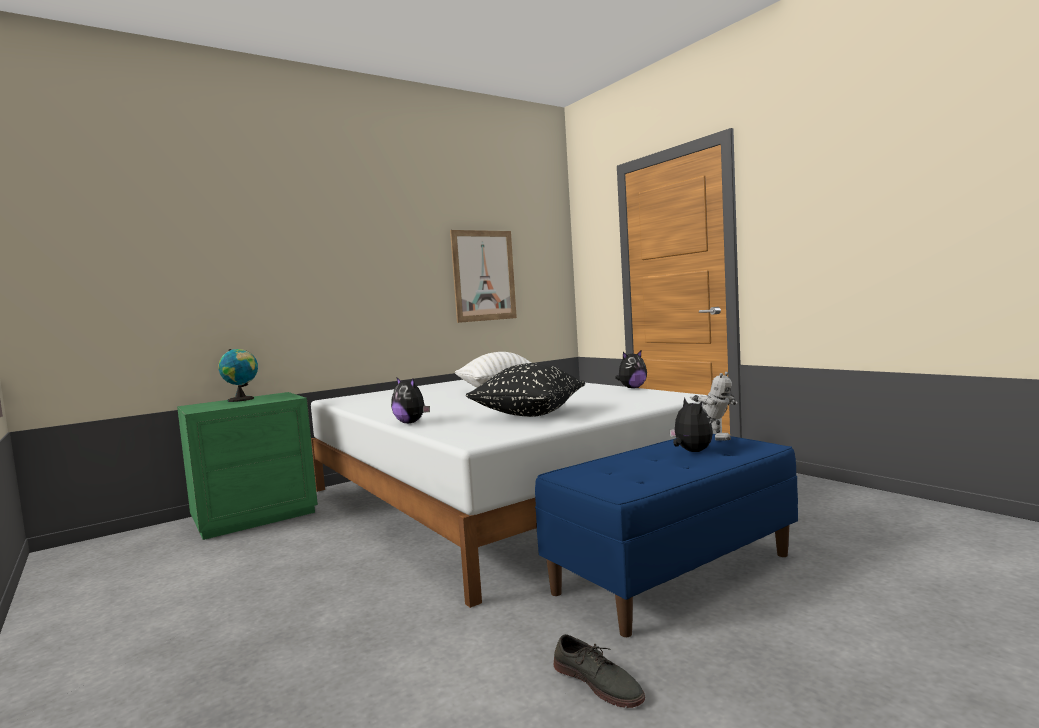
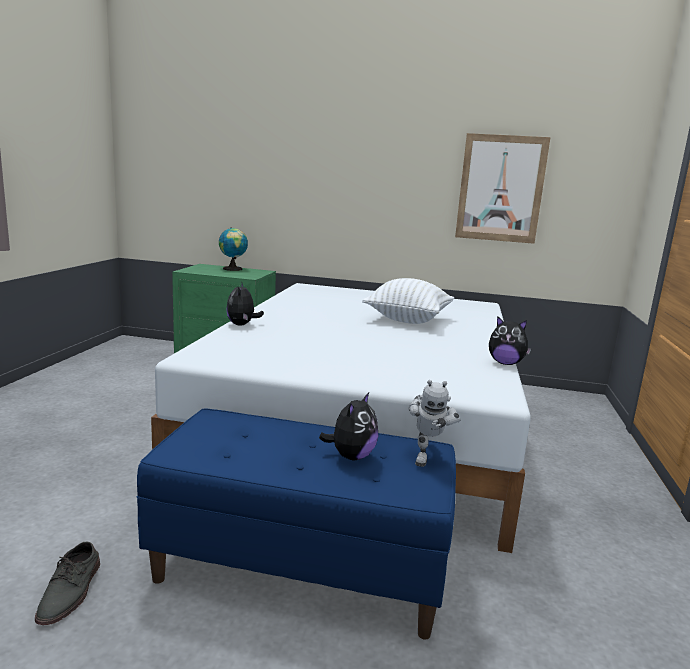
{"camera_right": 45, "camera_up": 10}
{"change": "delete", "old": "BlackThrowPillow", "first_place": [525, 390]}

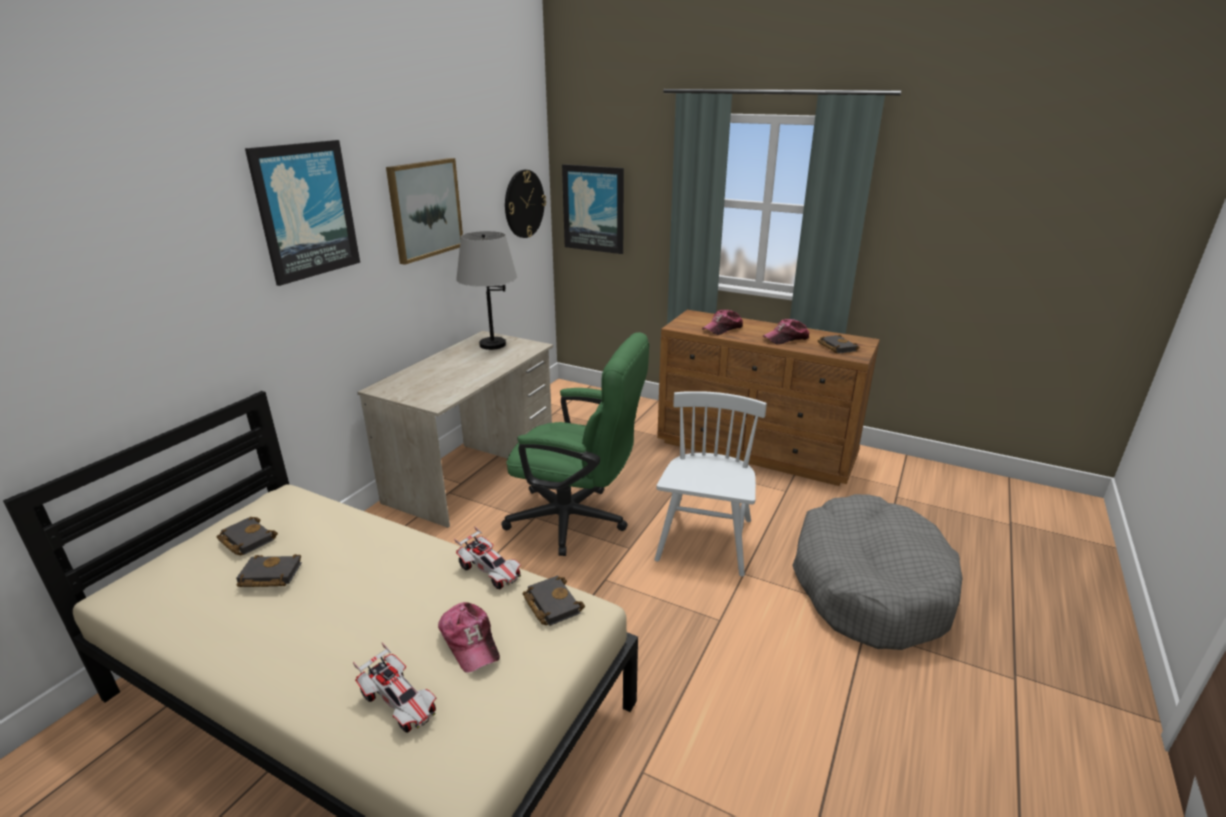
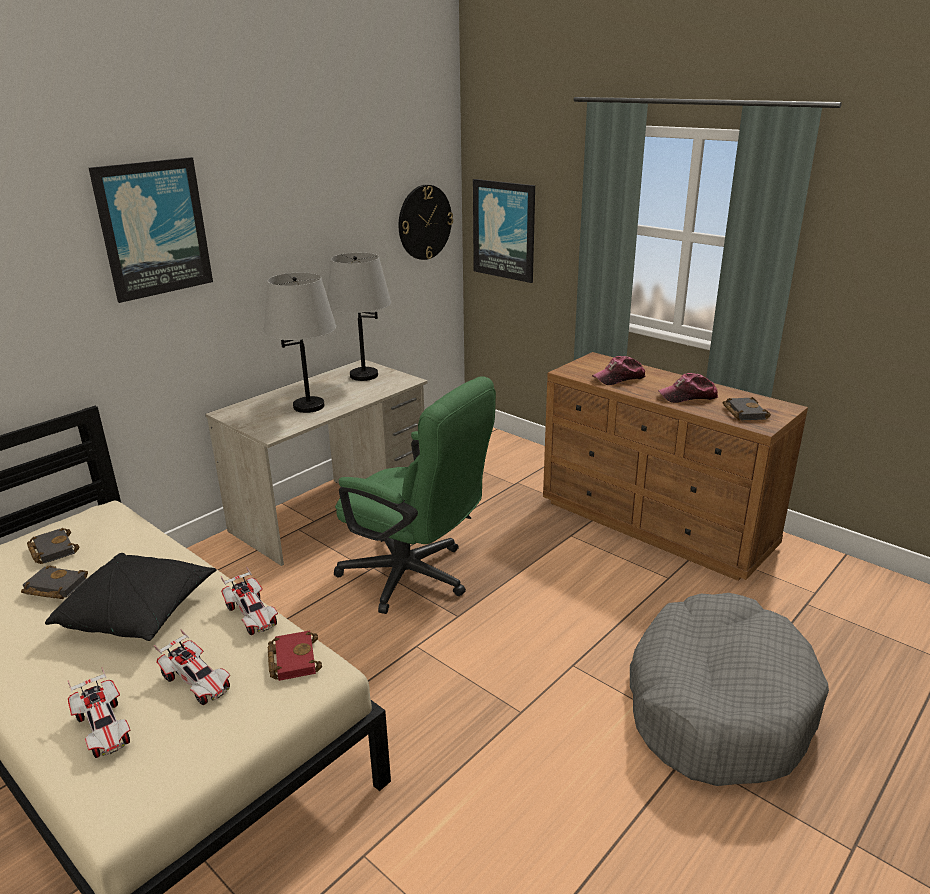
{"camera_right": 15, "camera_up": 0}
{"change": "delete", "old": "Picture", "first_place": [424, 211]}
{"change": "delete", "old": "WhiteUprightChair", "first_place": [711, 484]}
{"change": "recolor", "old": "BlackVolume", "new": "RedColouredVolume", "first_place": [554, 601], "second_place": [295, 656]}
{"change": "replace", "old": "Cap", "new": "MiniatureCar", "first_place": [469, 637], "second_place": [192, 667]}
{"change": "insert", "new": "GrayTabletopLamp", "second_place": [300, 342]}
{"change": "insert", "new": "BlackThrowPillow", "second_place": [131, 597]}

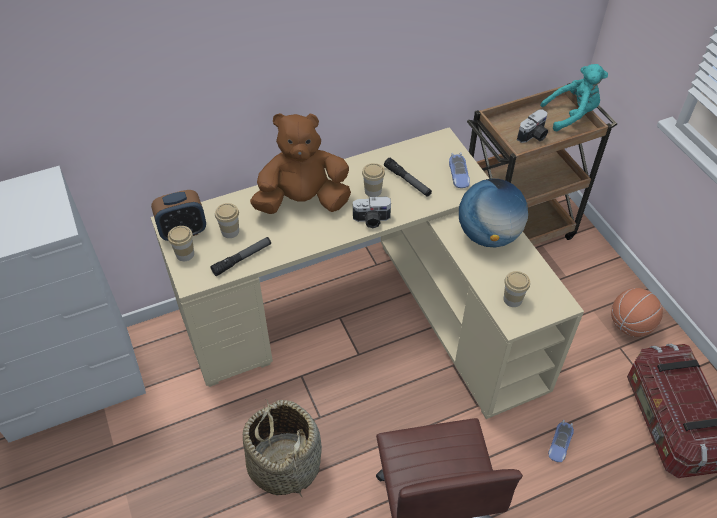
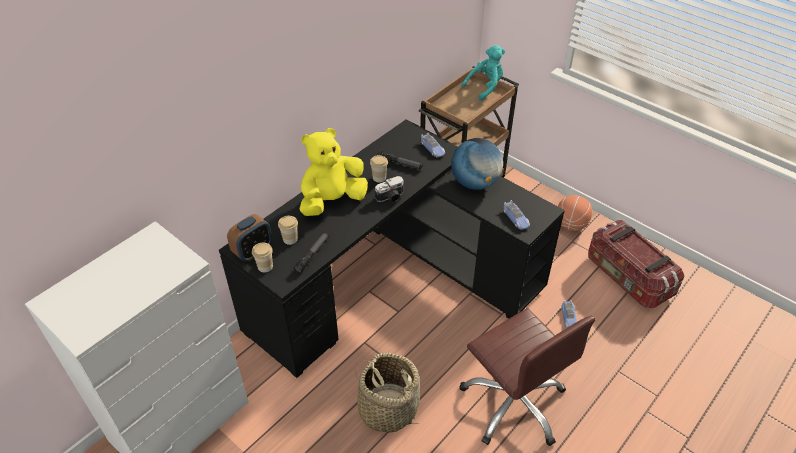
{"camera_right": -25, "camera_up": -5}
{"change": "delete", "old": "PhotoCamera", "first_place": [532, 126]}
{"change": "recolor", "old": "BrownColouredCuddlyToy", "new": "YellowishCuddlyToy", "first_place": [300, 163], "second_place": [334, 172]}
{"change": "recolor", "old": "SandColouredDeskTable", "new": "BlackDeskTable", "first_place": [367, 273], "second_place": [392, 248]}
{"change": "replace", "old": "DrinkingCup", "new": "MiniatureCar", "first_place": [517, 289], "second_place": [516, 215]}

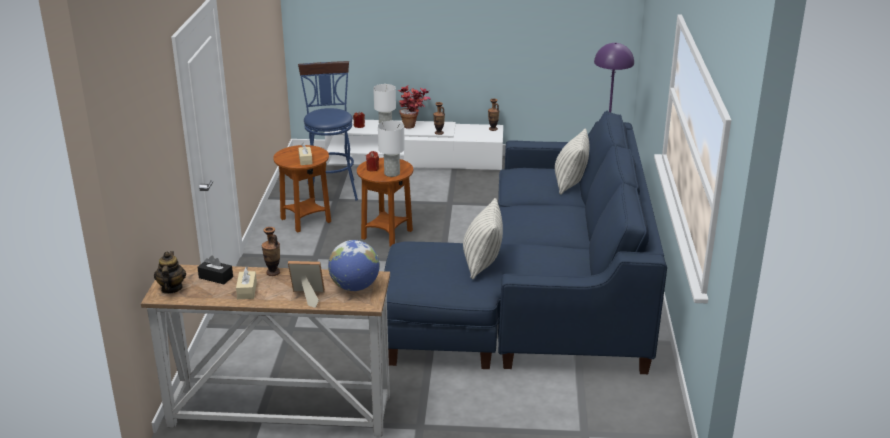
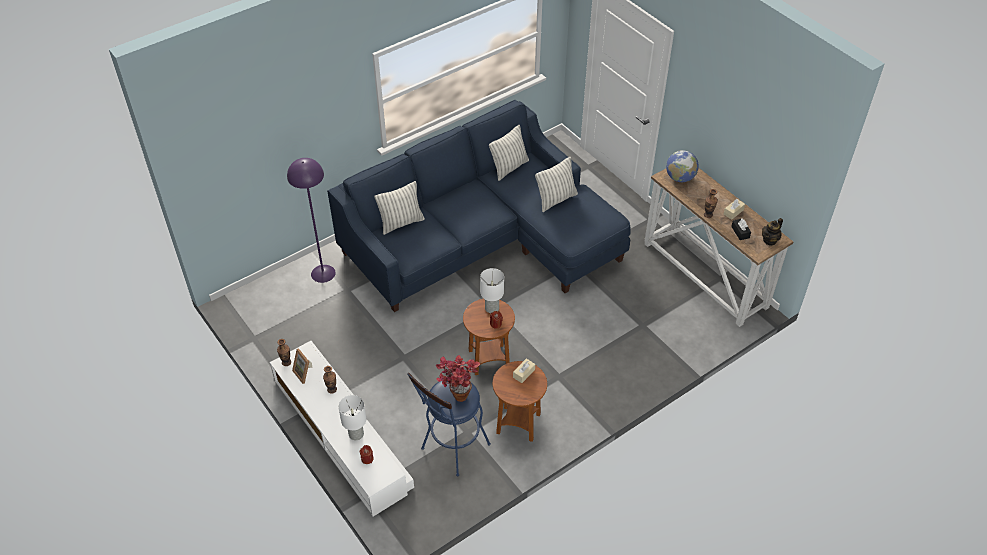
{"camera_right": -130, "camera_up": 20}
{"change": "move", "old": "PlantInAPot", "first_place": [414, 107], "second_place": [458, 378]}
{"change": "move", "old": "StandingFrame", "first_place": [306, 284], "second_place": [302, 366]}
{"change": "insert", "new": "ThrowPillow", "second_place": [509, 153]}

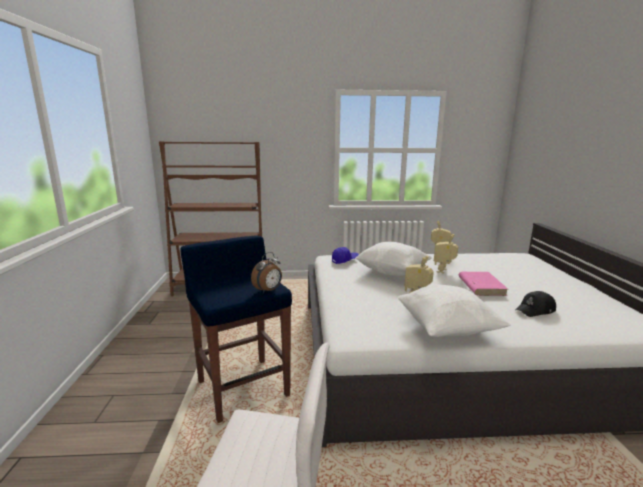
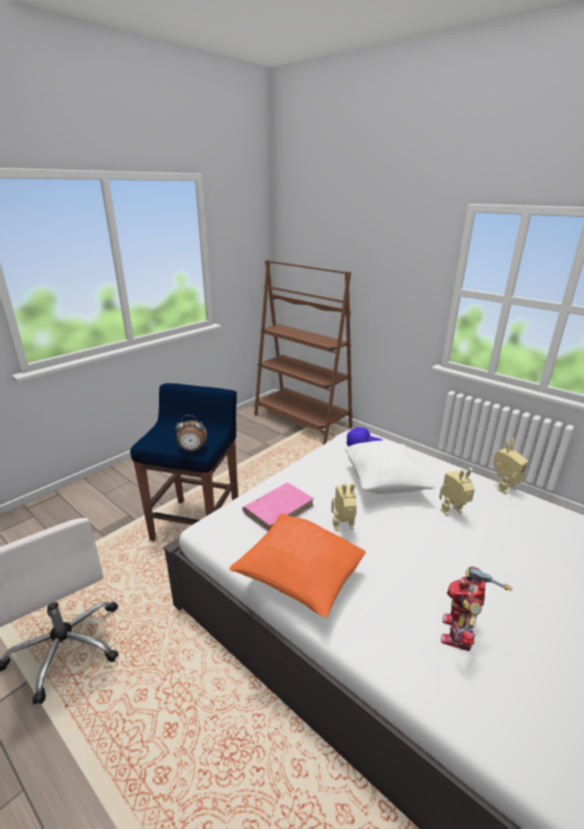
{"camera_right": 45, "camera_up": 10}
{"change": "move", "old": "PinkColouredVolume", "first_place": [483, 284], "second_place": [278, 506]}
{"change": "recolor", "old": "WhiteThrowPillow", "new": "OrangeThrowPillow", "first_place": [454, 310], "second_place": [297, 566]}
{"change": "replace", "old": "BlackCap", "new": "ToyRobot", "first_place": [536, 304], "second_place": [476, 608]}

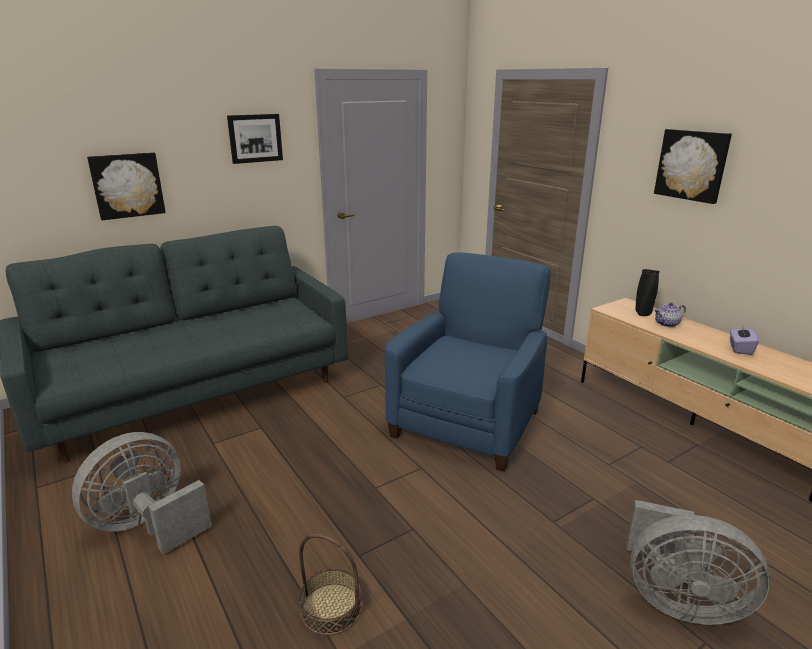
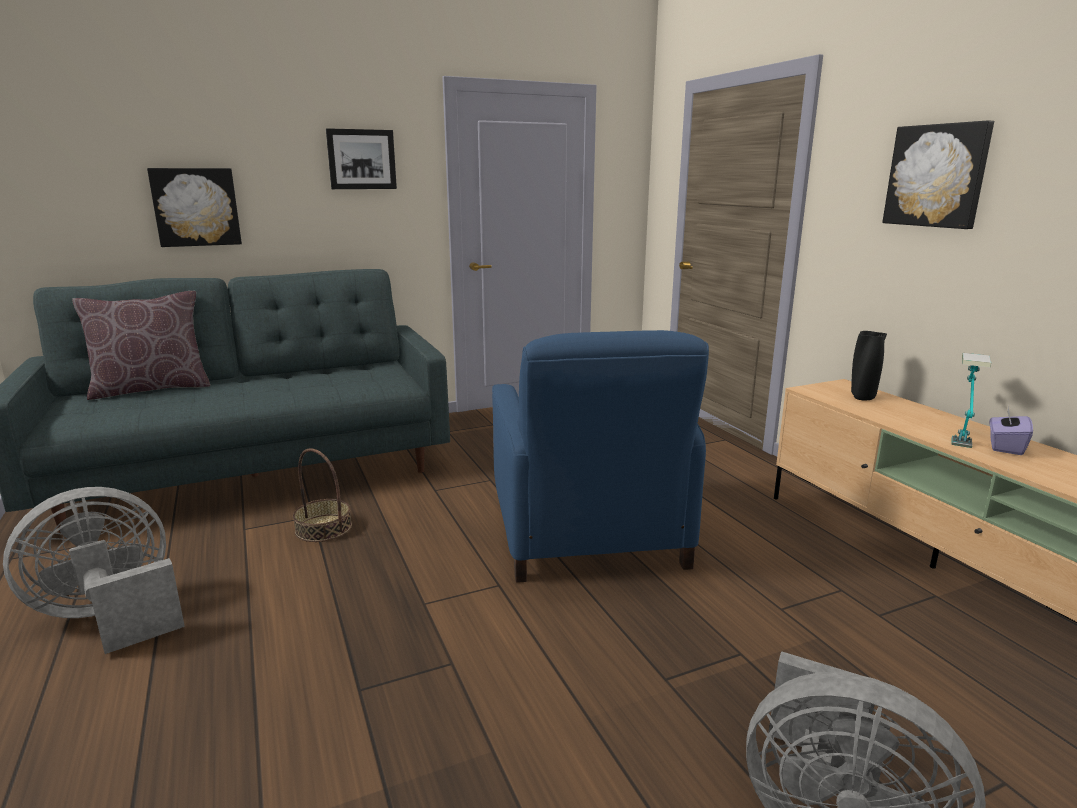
{"camera_right": 10, "camera_up": -5}
{"change": "rotate", "old": "BlueColouredEasyChair", "first_place": [468, 362], "second_place": [600, 456], "degrees": 135}
{"change": "delete", "old": "TeaPot", "first_place": [670, 314]}
{"change": "move", "old": "StorageBasket", "first_place": [330, 584], "second_place": [322, 495]}
{"change": "insert", "new": "BrownColouredThrowPillow", "second_place": [141, 345]}
{"change": "insert", "new": "TabletopLamp", "second_place": [971, 400]}

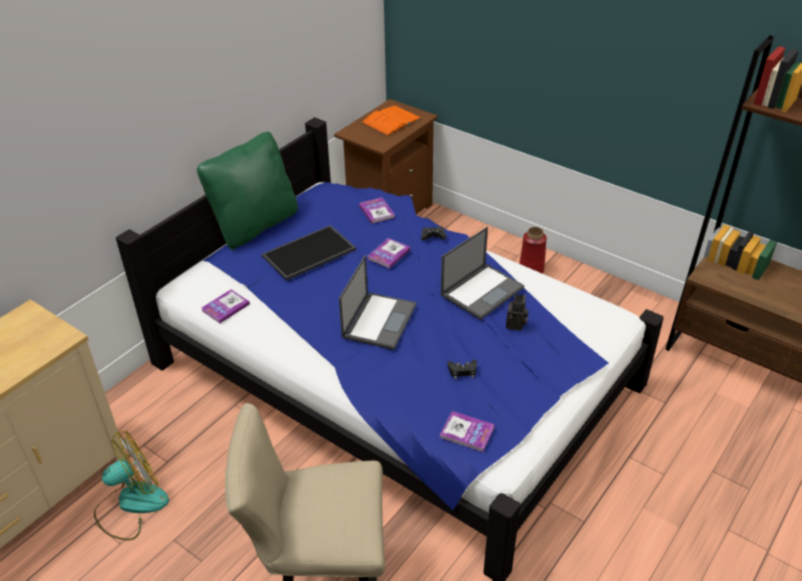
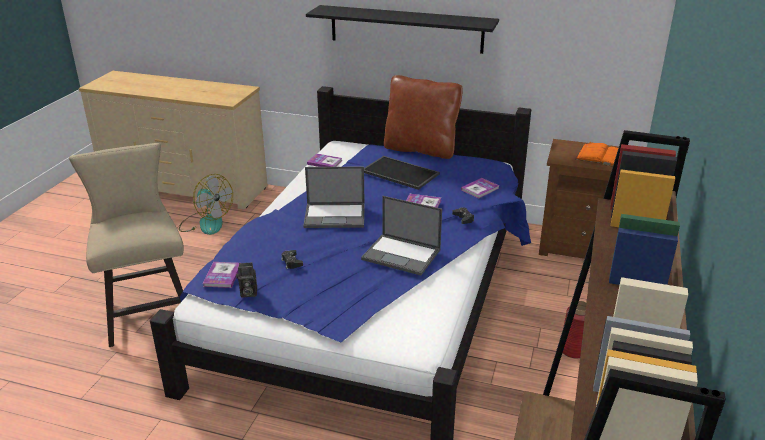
{"camera_right": 70, "camera_up": -10}
{"change": "recolor", "old": "GreenishThrowPillow", "new": "BrownColouredThrowPillow", "first_place": [247, 191], "second_place": [423, 117]}
{"change": "move", "old": "PhotoCamera", "first_place": [517, 312], "second_place": [246, 280]}
{"change": "insert", "new": "BlackShelf", "second_place": [402, 29]}

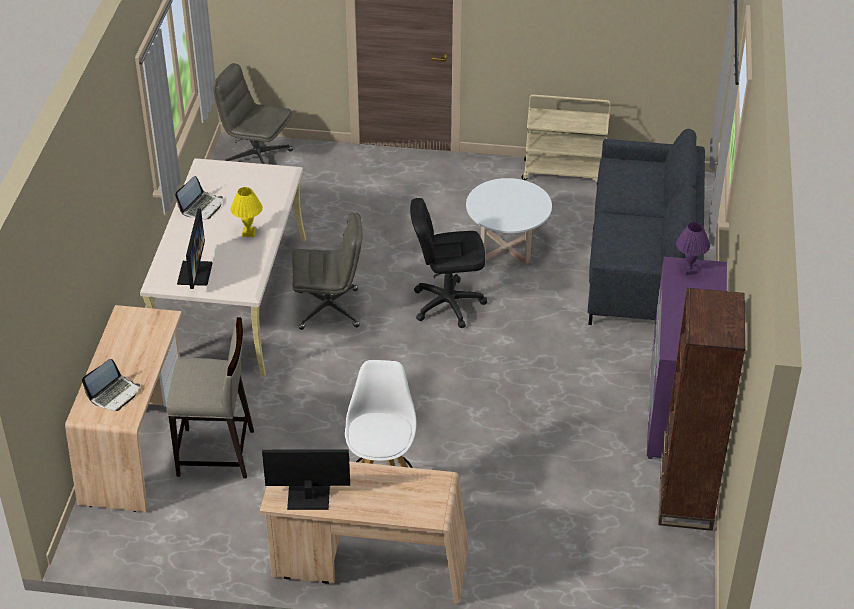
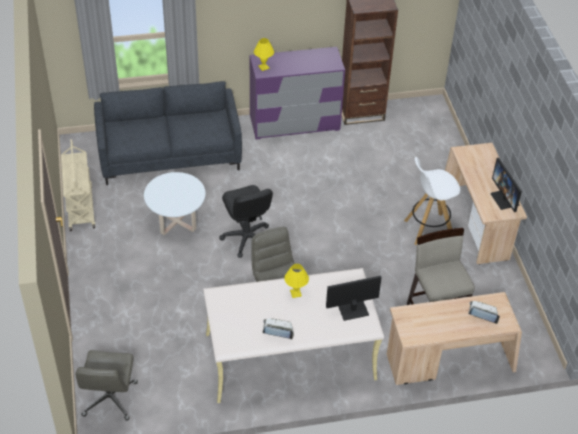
{"camera_right": -110, "camera_up": 5}
{"change": "recolor", "old": "PurpleTabletopLamp", "new": "YellowishTabletopLamp", "first_place": [693, 248], "second_place": [264, 54]}

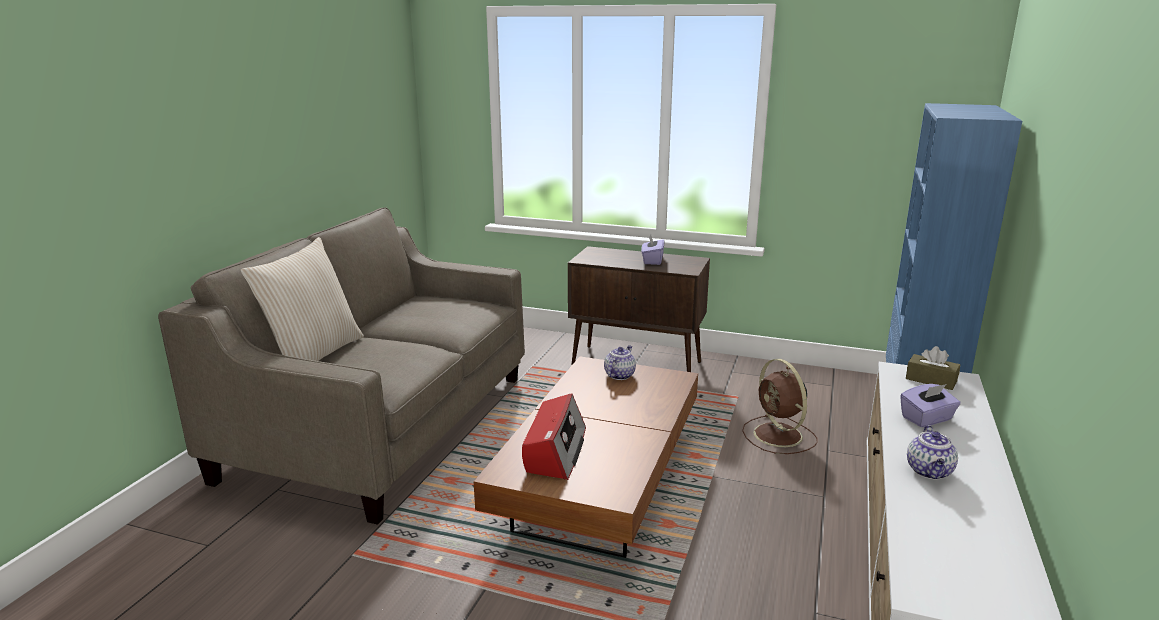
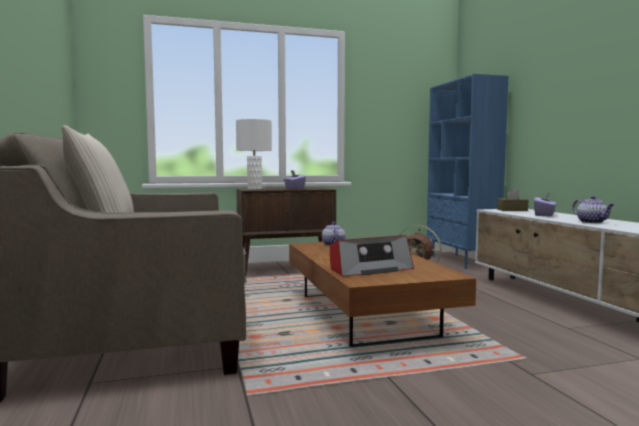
{"camera_right": -35, "camera_up": -15}
{"change": "rotate", "old": "Radio", "first_place": [554, 437], "second_place": [372, 256], "degrees": 90}
{"change": "insert", "new": "WhiteTabletopLamp", "second_place": [254, 154]}

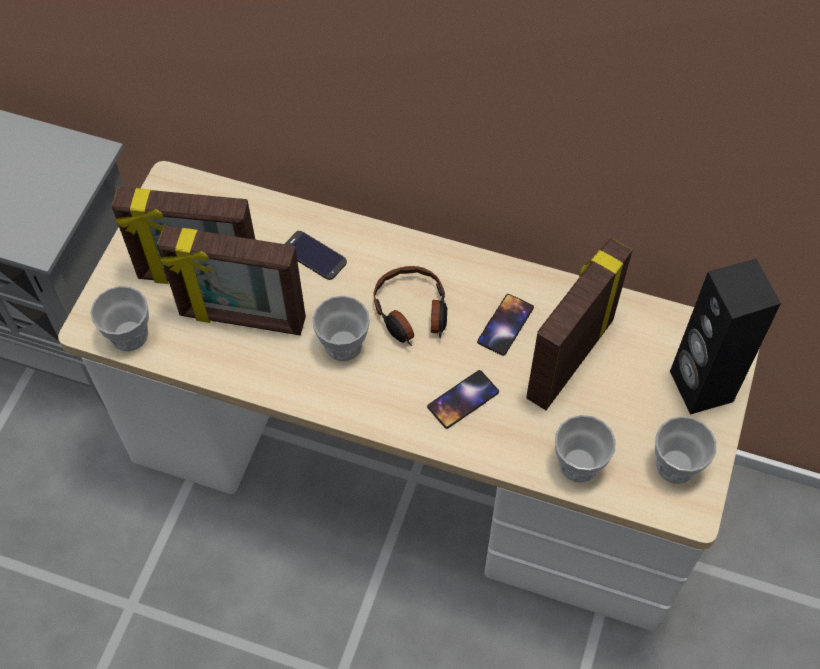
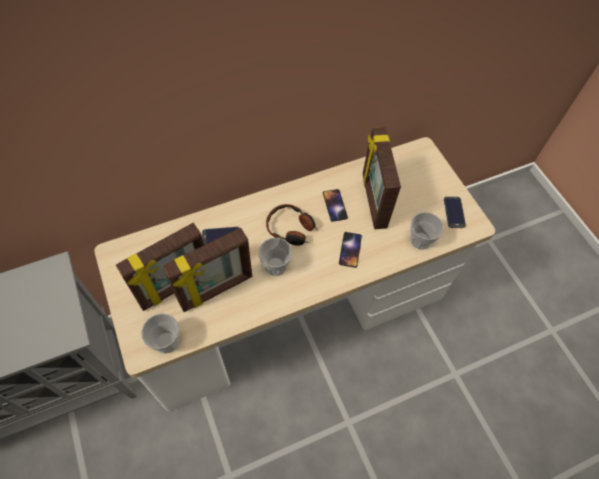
{"camera_right": -45, "camera_up": 0}
{"change": "delete", "old": "BlackSpeaker", "first_place": [725, 337]}
{"change": "replace", "old": "DrinkingCup", "new": "Handset", "first_place": [685, 450], "second_place": [455, 212]}

